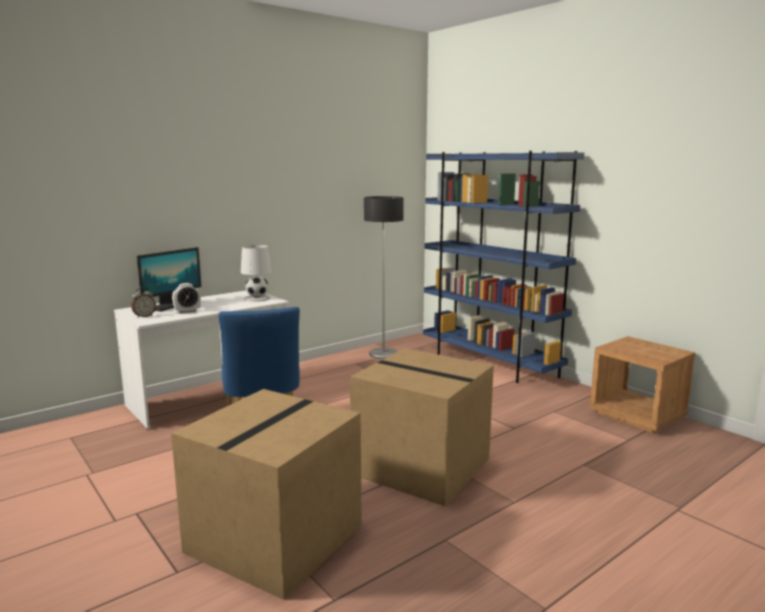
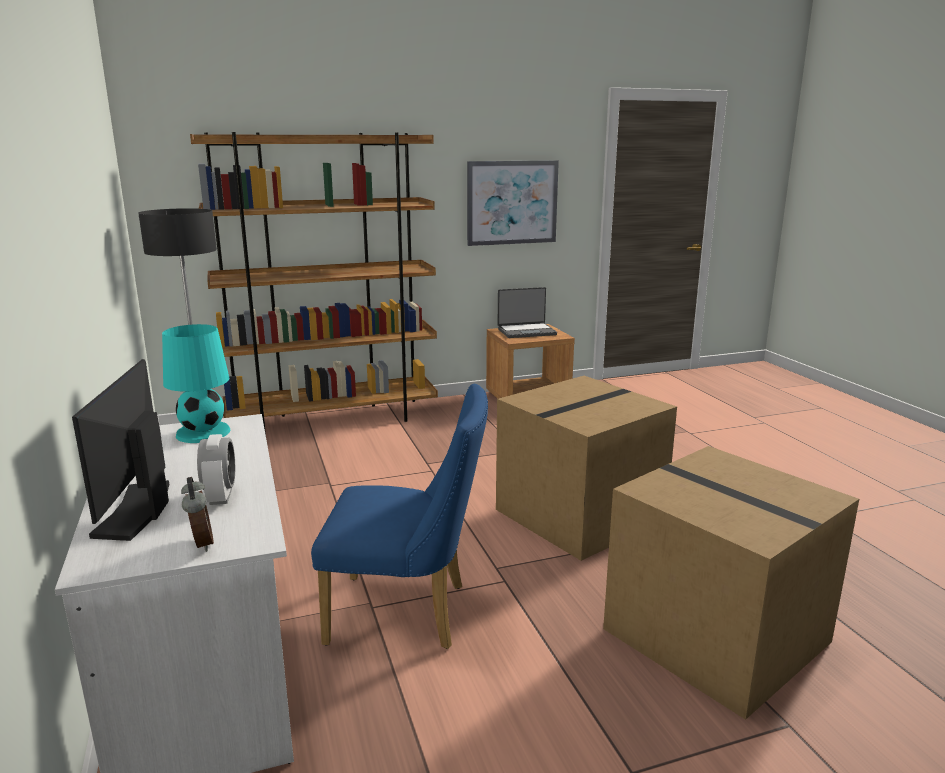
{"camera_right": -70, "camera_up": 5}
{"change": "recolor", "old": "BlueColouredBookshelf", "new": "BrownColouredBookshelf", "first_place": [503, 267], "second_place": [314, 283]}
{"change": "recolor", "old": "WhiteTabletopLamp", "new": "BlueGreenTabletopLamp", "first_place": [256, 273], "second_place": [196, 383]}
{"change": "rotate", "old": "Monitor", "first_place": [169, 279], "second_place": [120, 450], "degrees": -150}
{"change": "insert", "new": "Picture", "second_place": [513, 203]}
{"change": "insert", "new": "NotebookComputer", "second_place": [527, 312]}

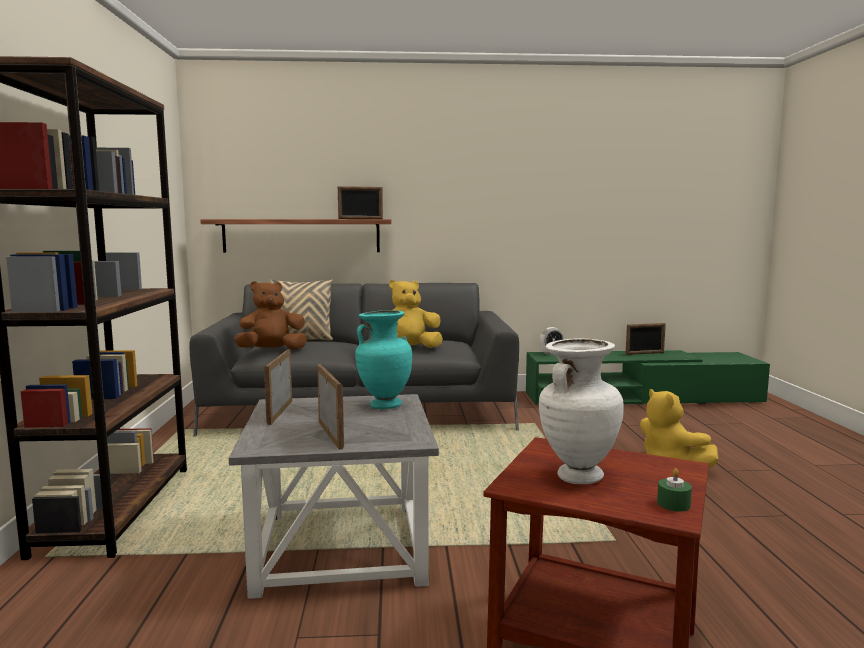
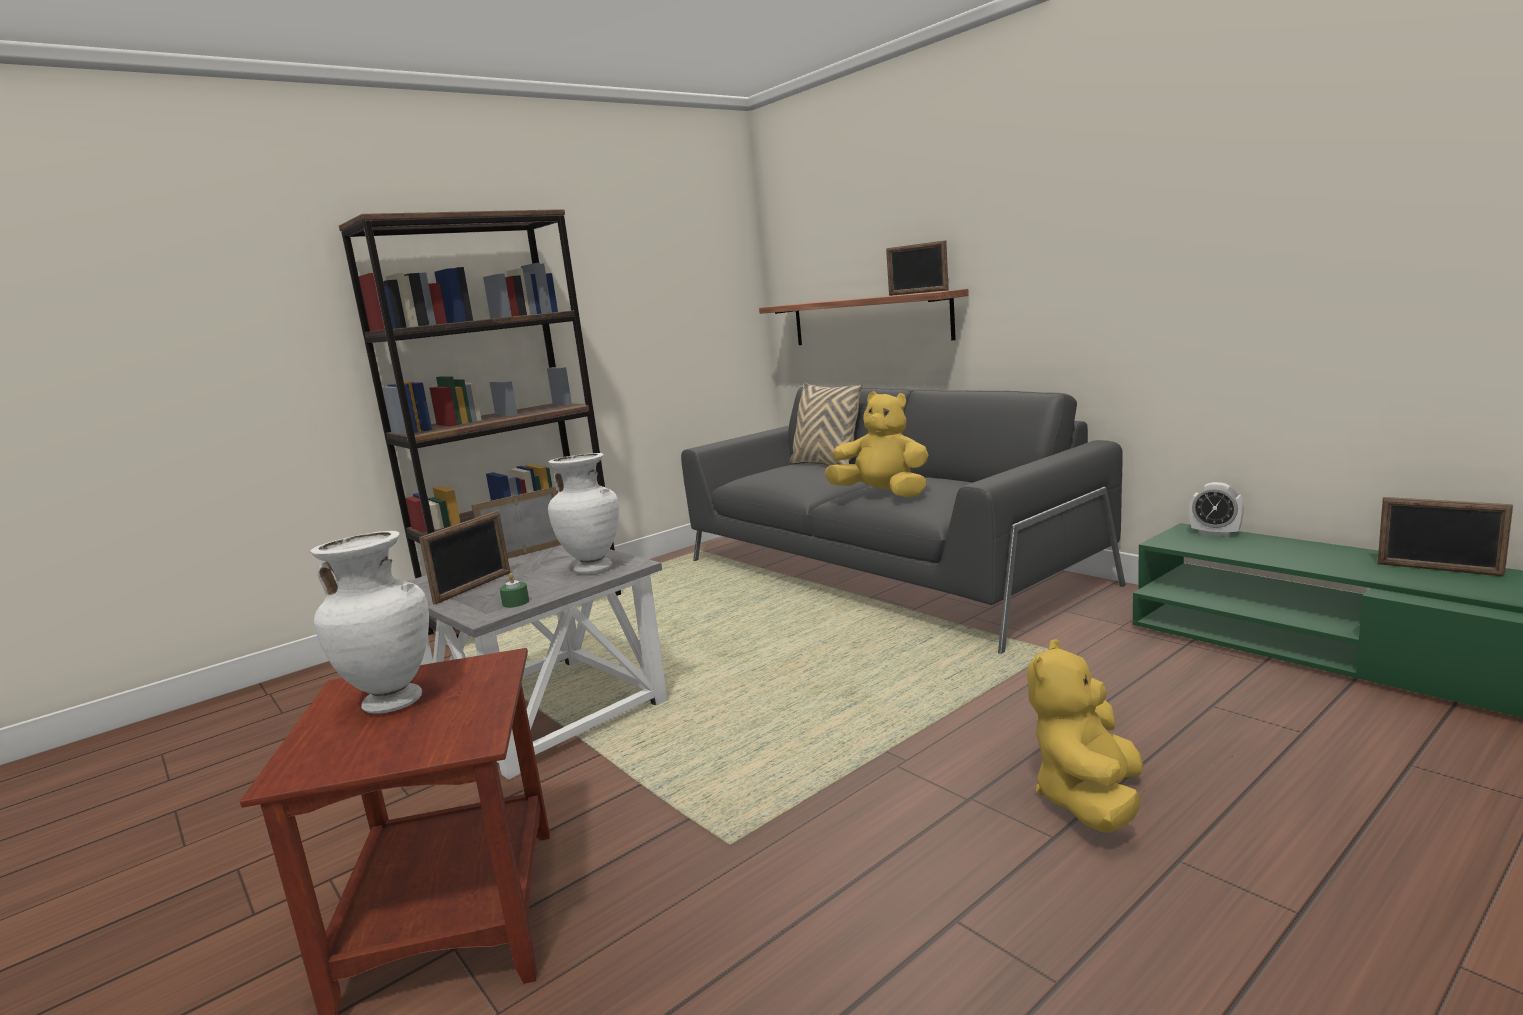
{"camera_right": 55, "camera_up": 5}
{"change": "delete", "old": "BrownColouredCuddlyToy", "first_place": [270, 315]}
{"change": "recolor", "old": "BlueGreenFlowerVase", "new": "WhiteFlowerVase", "first_place": [383, 359], "second_place": [583, 513]}
{"change": "move", "old": "GreenishWaxLight", "first_place": [674, 489], "second_place": [514, 590]}

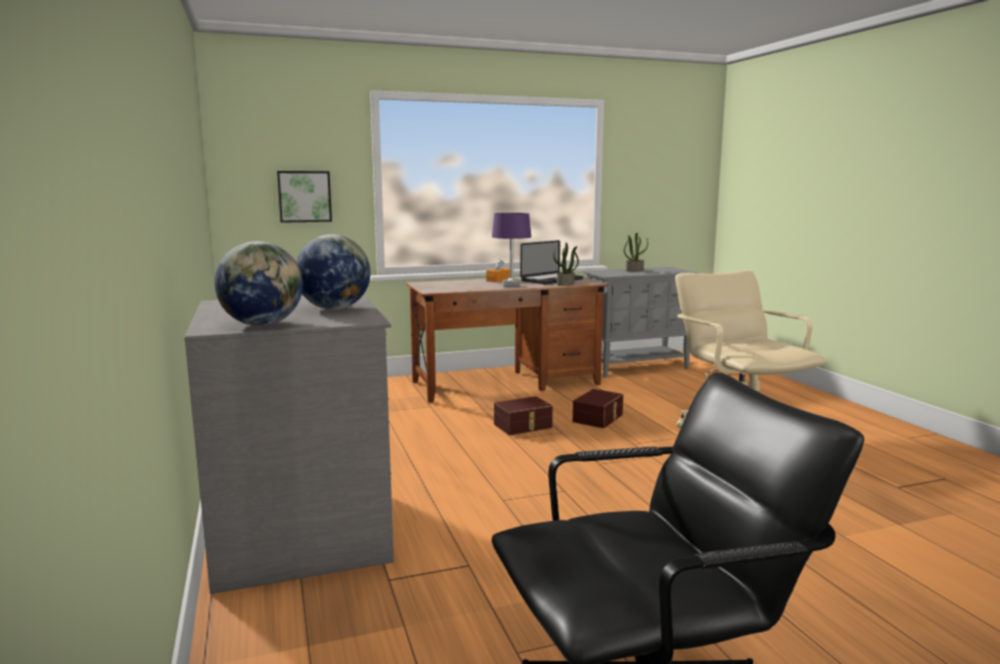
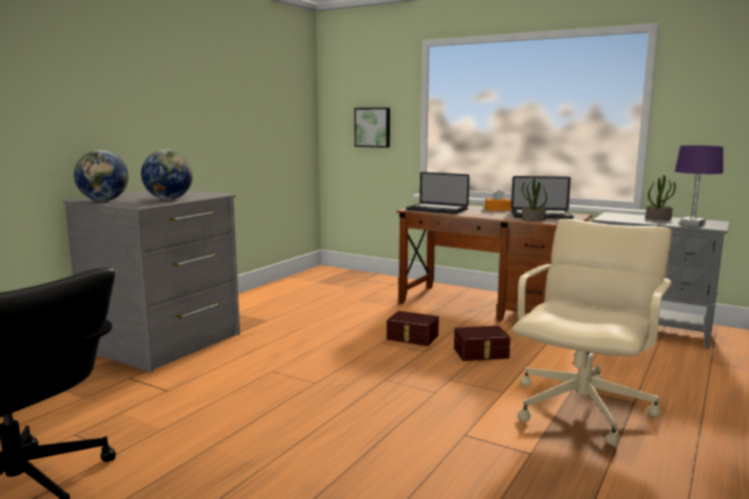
{"camera_right": 50, "camera_up": 0}
{"change": "move", "old": "PurpleTabletopLamp", "first_place": [511, 250], "second_place": [699, 186]}
{"change": "insert", "new": "NotebookComputer", "second_place": [438, 193]}

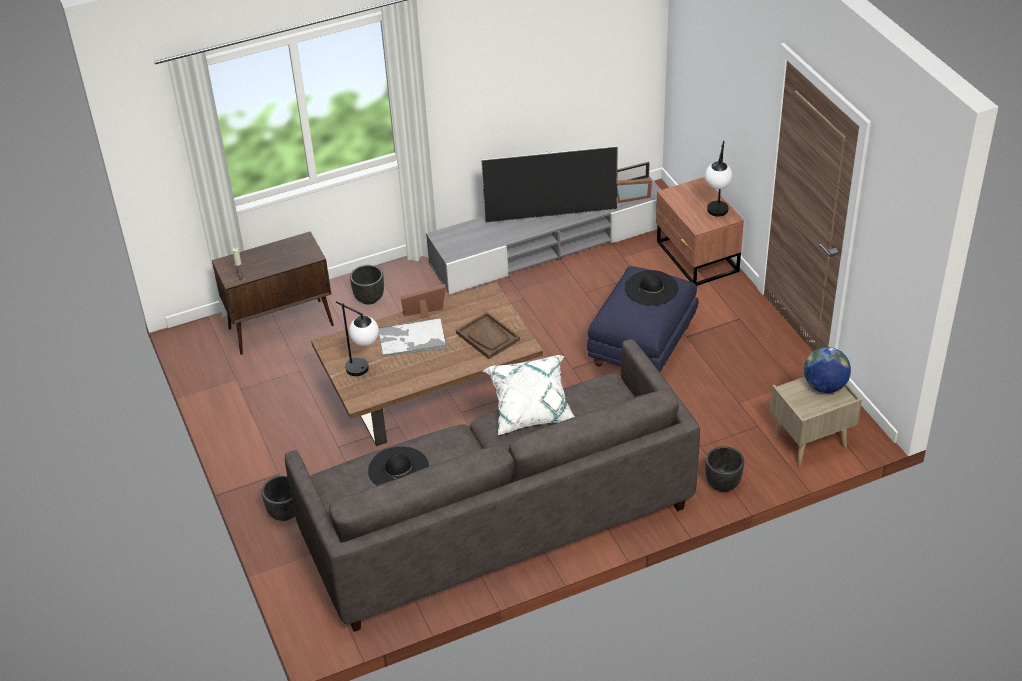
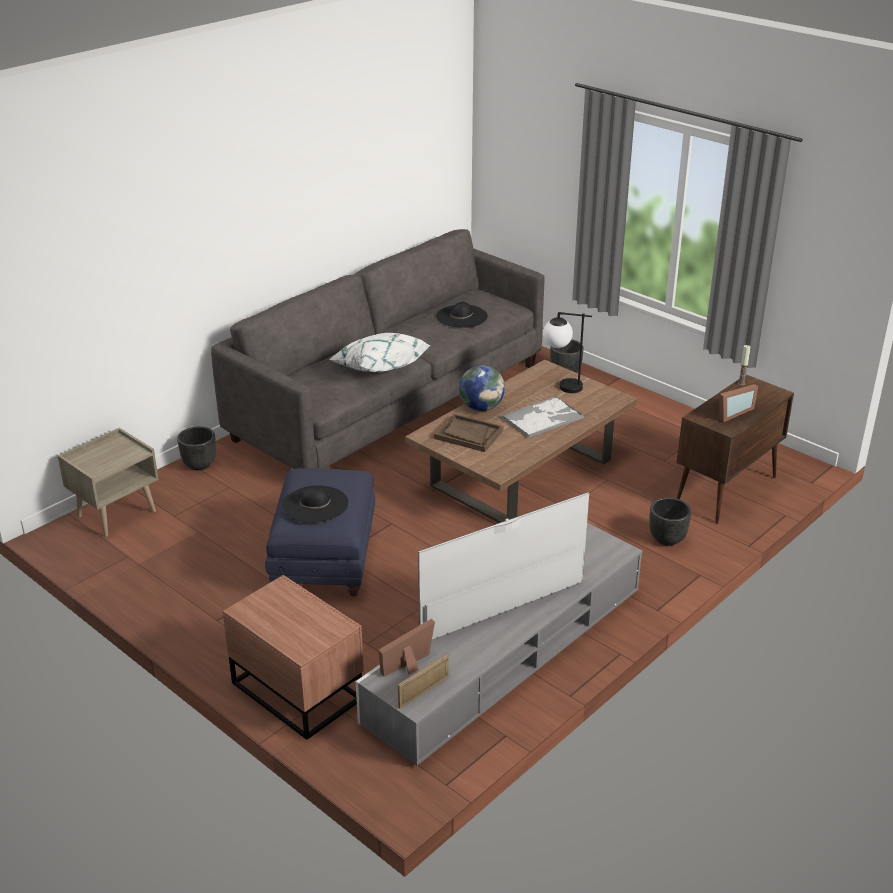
{"camera_right": 155, "camera_up": -10}
{"change": "delete", "old": "TabletopLamp", "first_place": [719, 179]}
{"change": "move", "old": "StandingFrame", "first_place": [423, 301], "second_place": [738, 403]}
{"change": "move", "old": "DeskGlobe", "first_place": [827, 370], "second_place": [482, 388]}

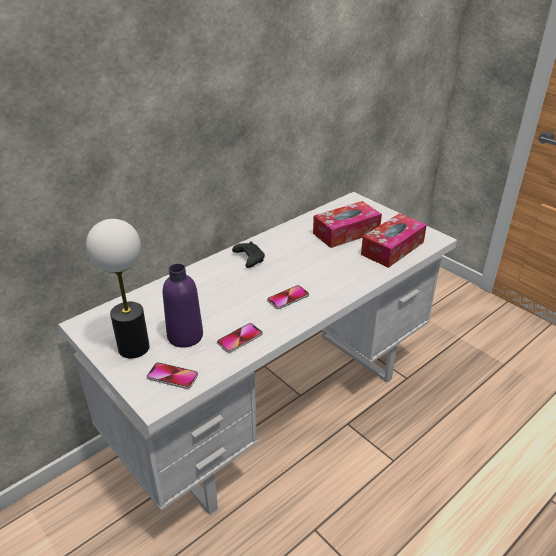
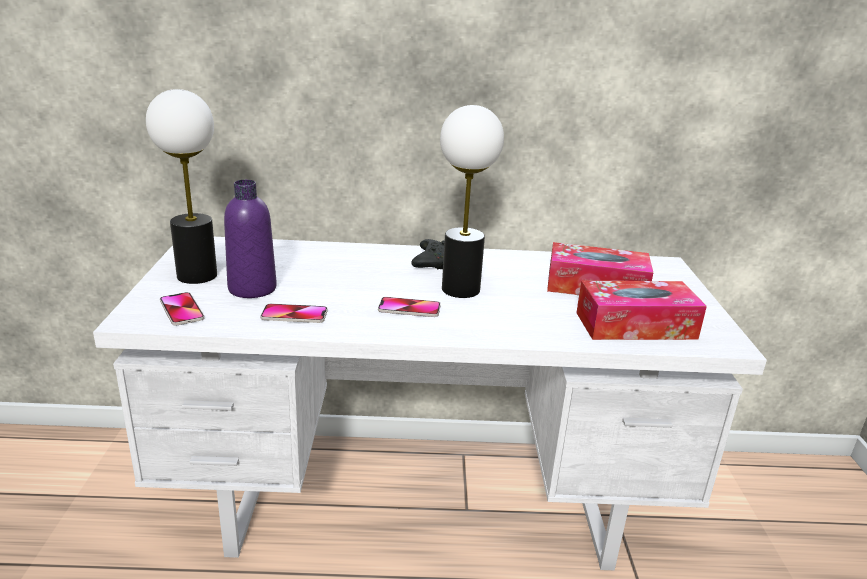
{"camera_right": 40, "camera_up": -10}
{"change": "insert", "new": "TabletopLamp", "second_place": [472, 201]}

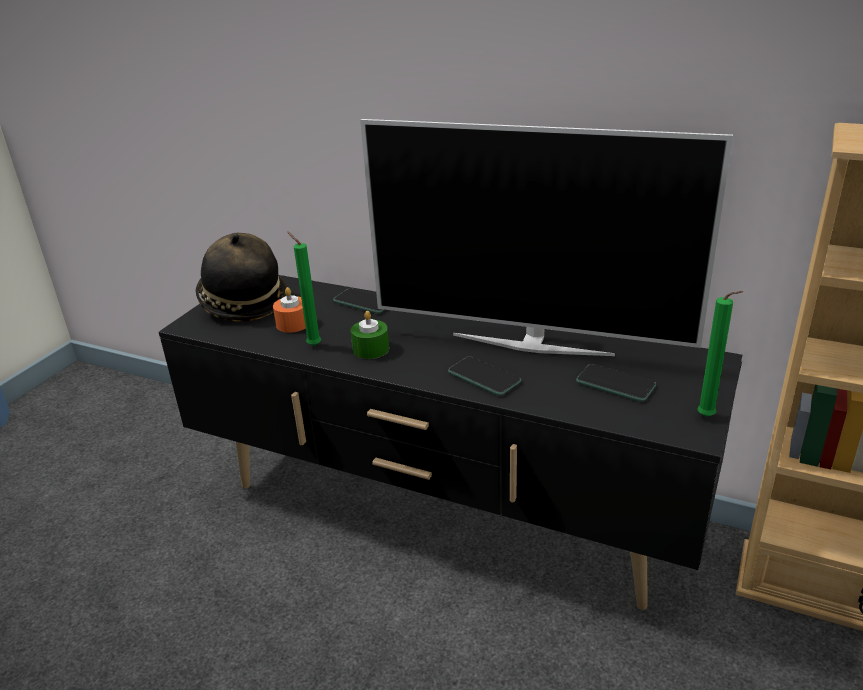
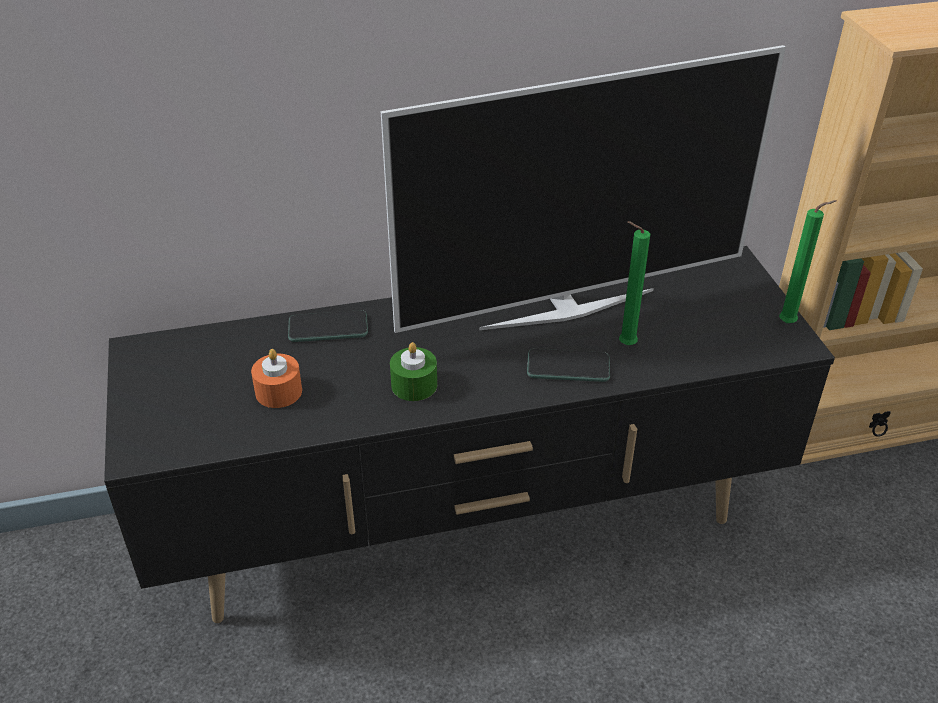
{"camera_right": -40, "camera_up": 10}
{"change": "move", "old": "GreenishWaxLight", "first_place": [304, 288], "second_place": [634, 283]}
{"change": "delete", "old": "Hat", "first_place": [242, 277]}
{"change": "delete", "old": "Handset", "first_place": [616, 383]}

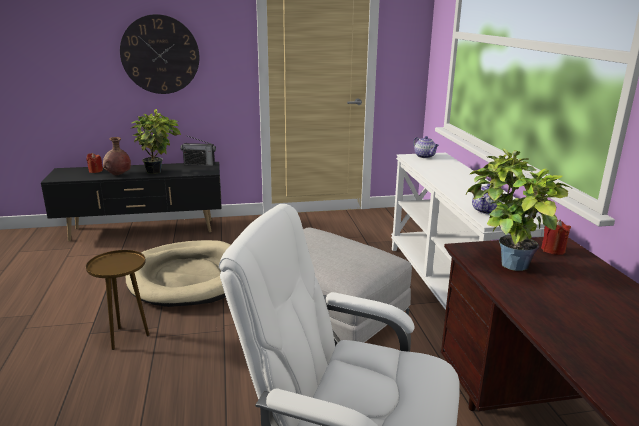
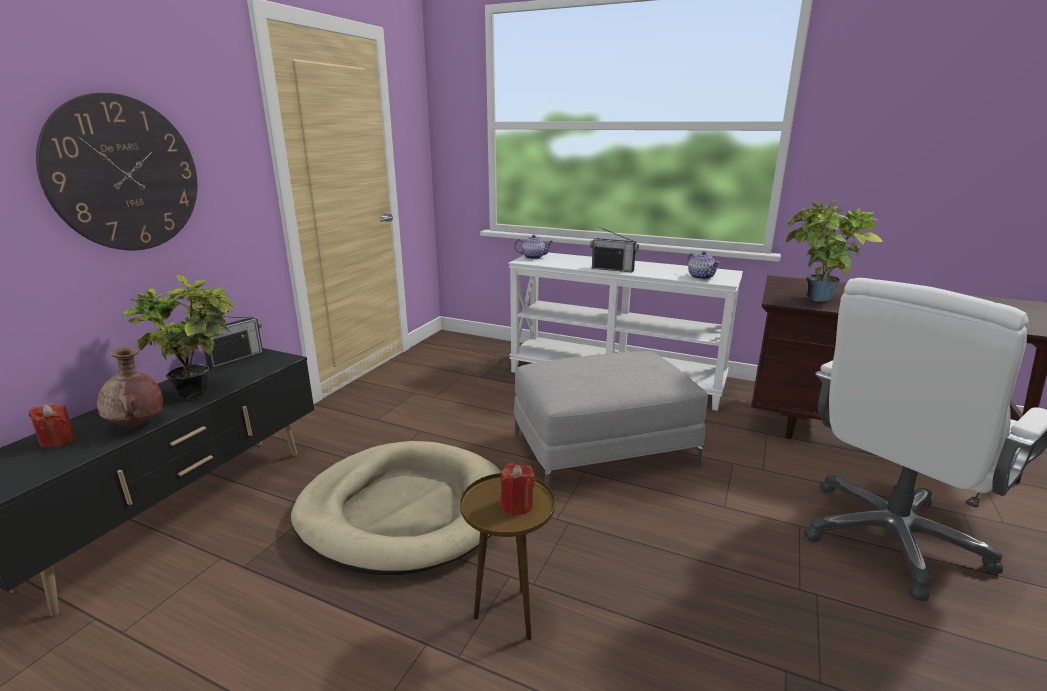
{"camera_right": -55, "camera_up": 0}
{"change": "move", "old": "RedColouredWaxLight", "first_place": [556, 237], "second_place": [517, 489]}
{"change": "insert", "new": "Radio", "second_place": [614, 249]}

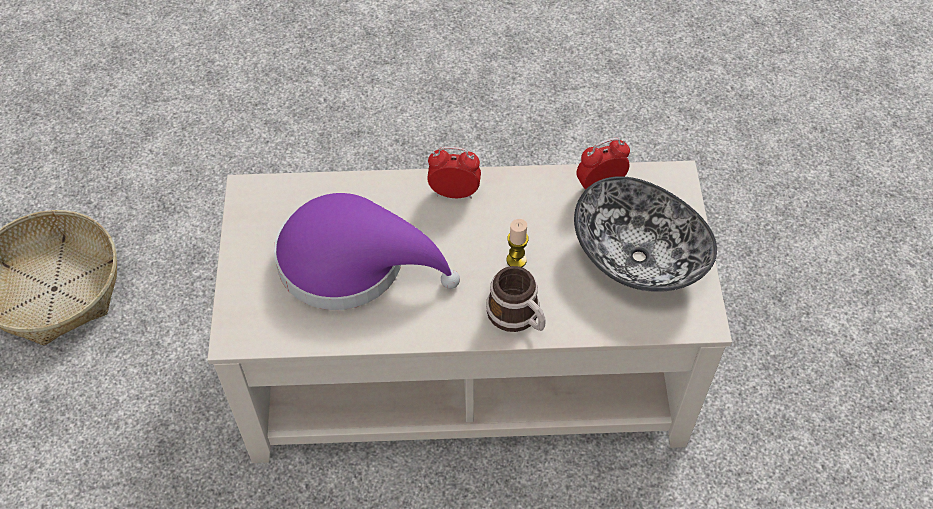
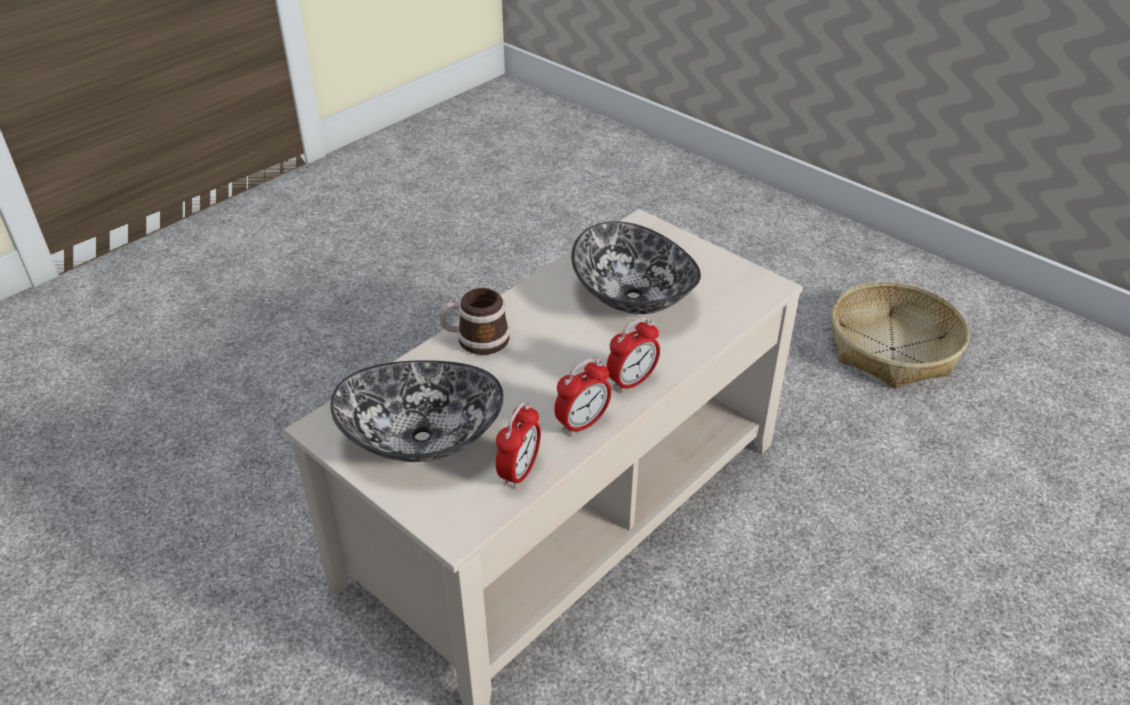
{"camera_right": 135, "camera_up": -15}
{"change": "replace", "old": "PurpleHat", "new": "Bowl", "first_place": [367, 251], "second_place": [636, 267]}
{"change": "delete", "old": "WaxLight", "first_place": [518, 243]}
{"change": "insert", "new": "BedsideClock", "second_place": [582, 397]}

